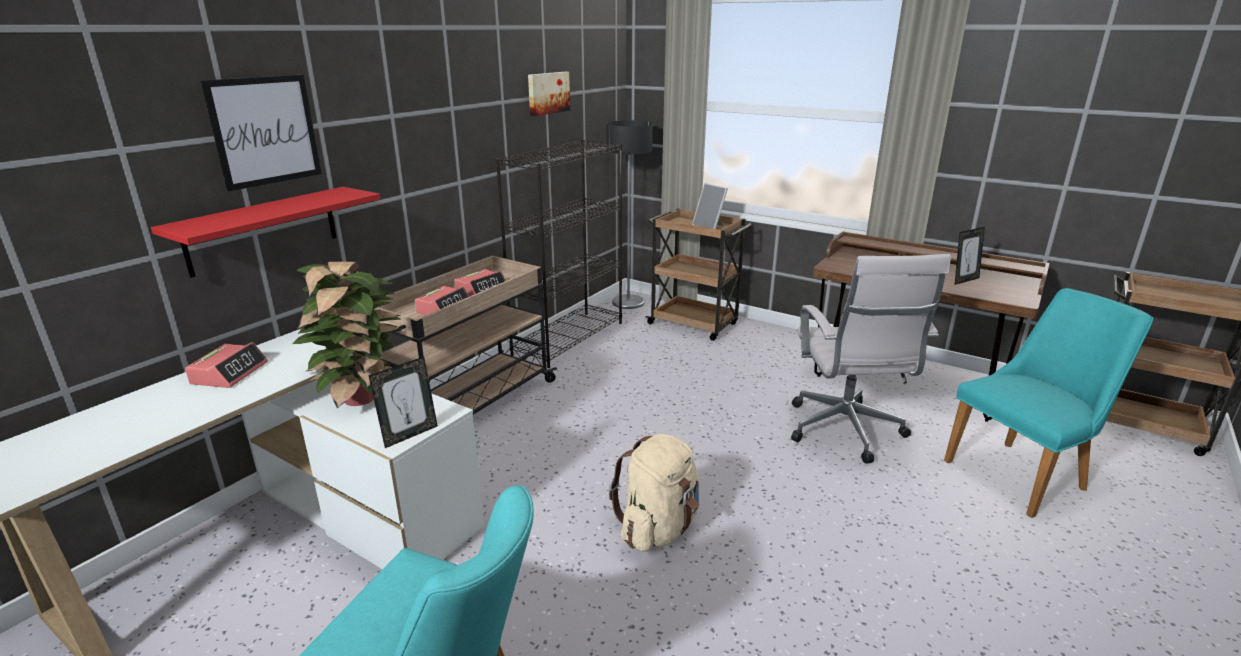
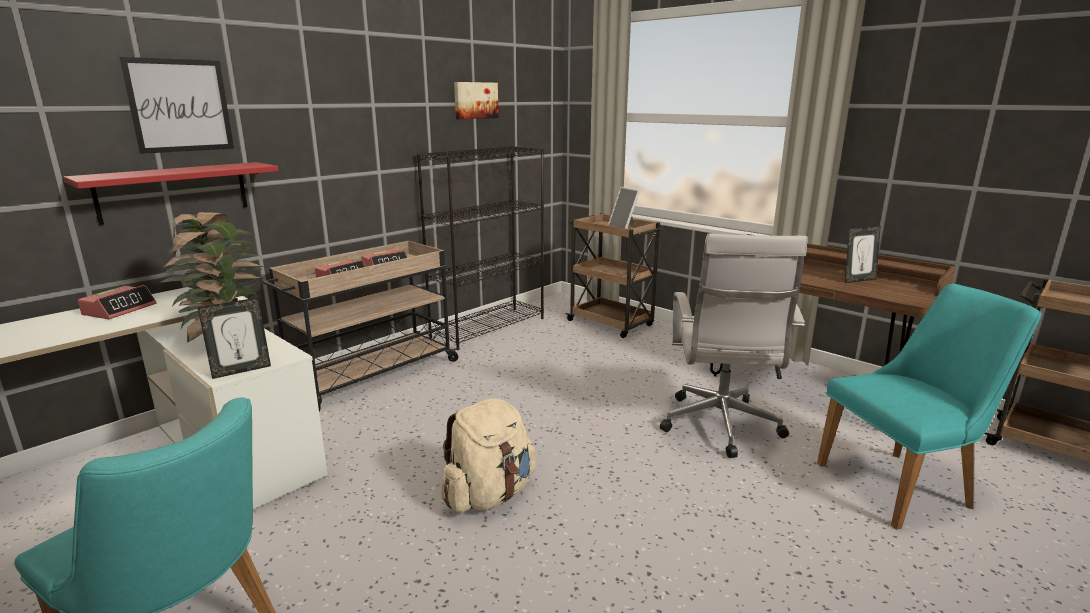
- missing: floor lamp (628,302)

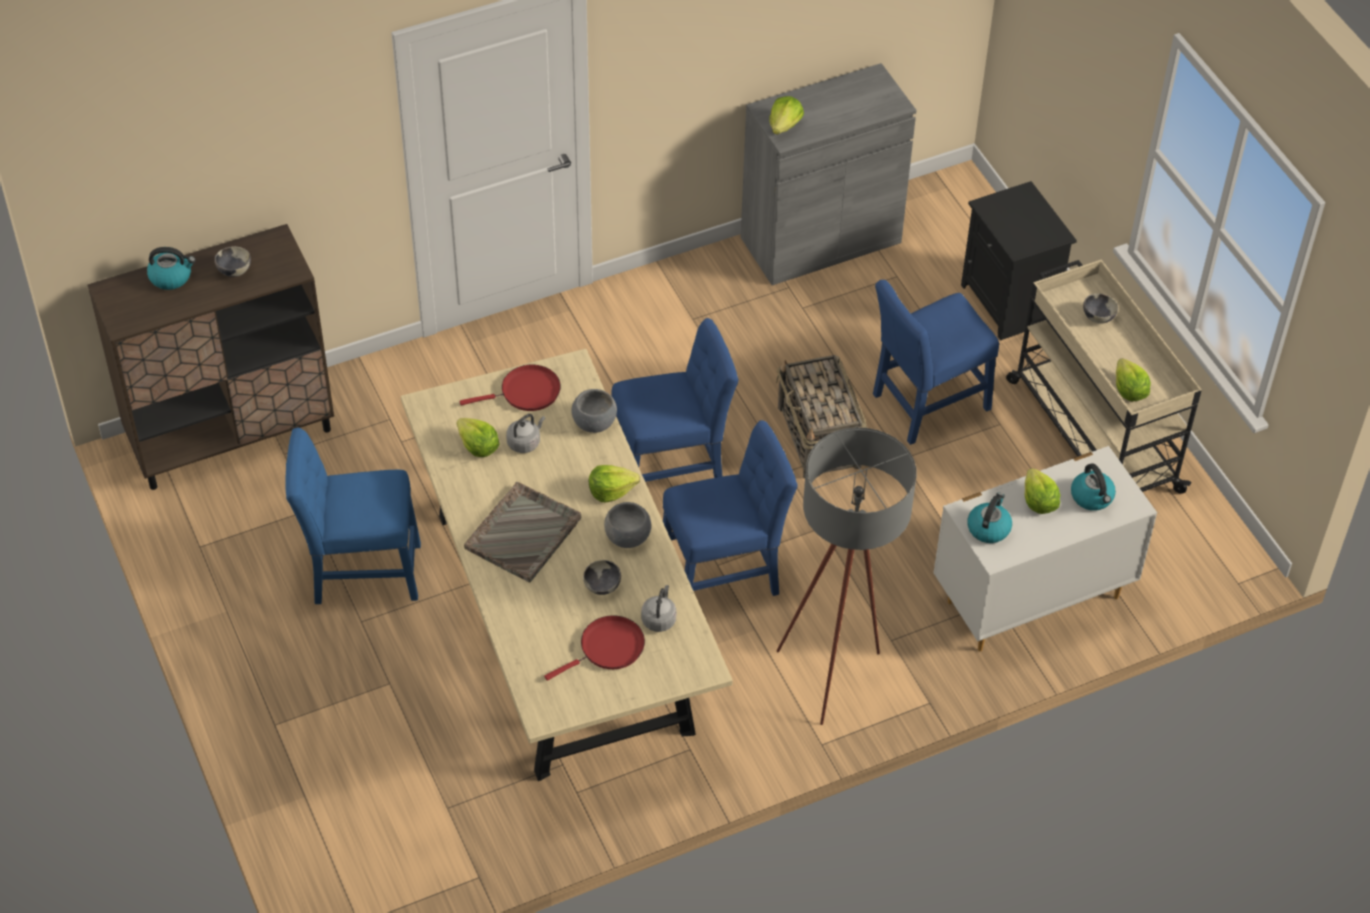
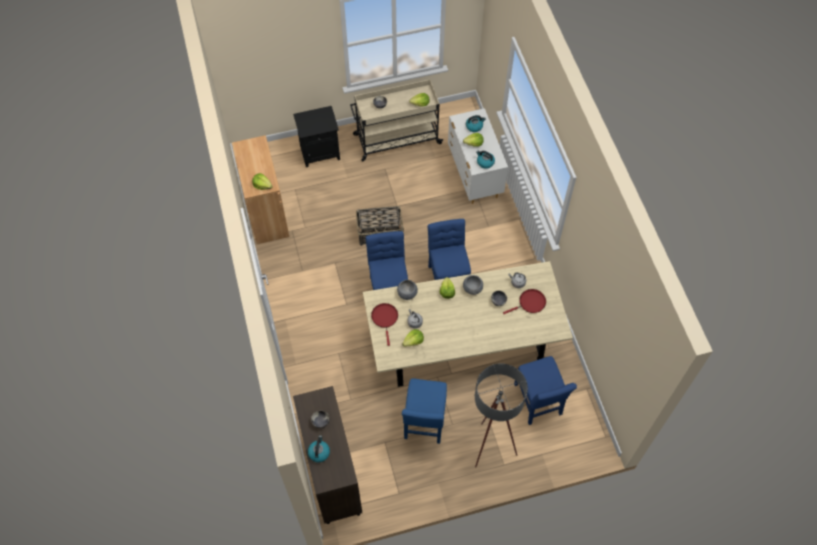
- missing: grey tray (524,532)
- relocated: grey floor lamp (837,672) to (489,443)
- relocated: blue chair (926,405) to (538,402)
- colour: grey cabinet (820,240) to brown cabinet (266,213)
- spun: red frying pan (608,648) = (530,303) 90 degrees clockwise

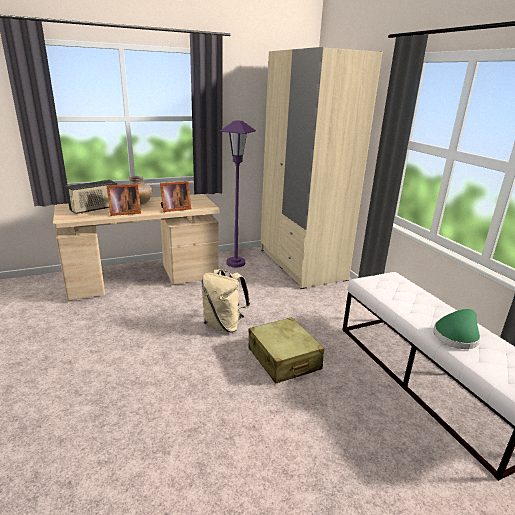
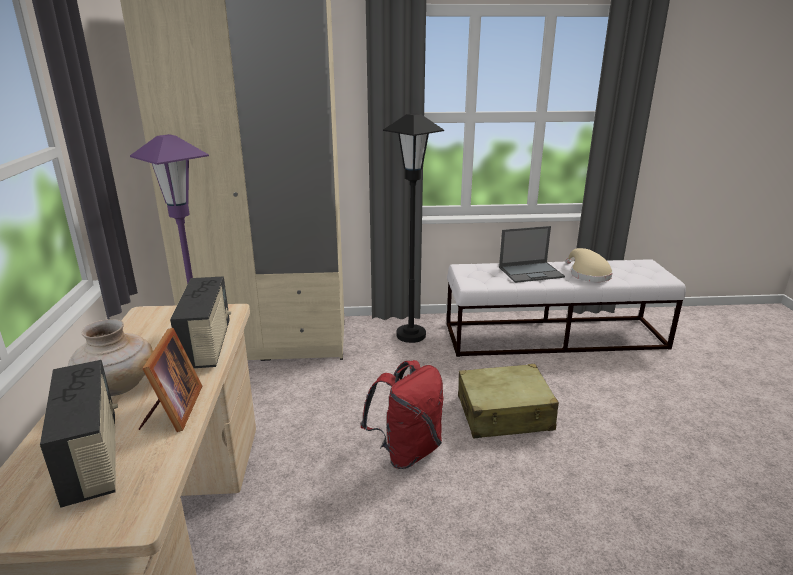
- appeared: black floor lamp (411,335)
- appeared: laptop (531,272)
- exchanged: picture frame (174,209) to radio (208,345)
- colour: beige backpack (224,325) to red backpack (407,451)
- colour: green hat (456,336) to beige hat (587,274)

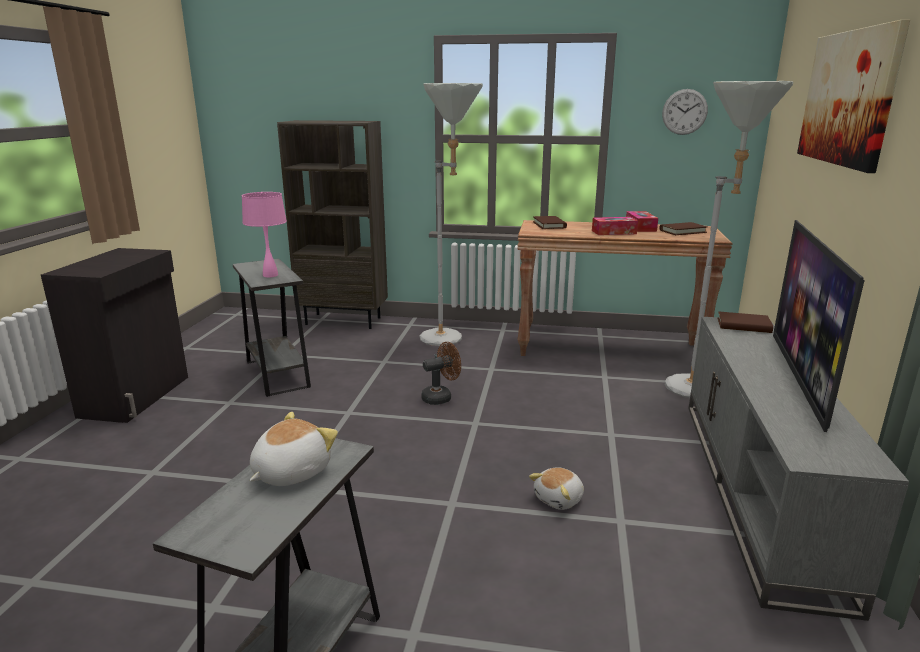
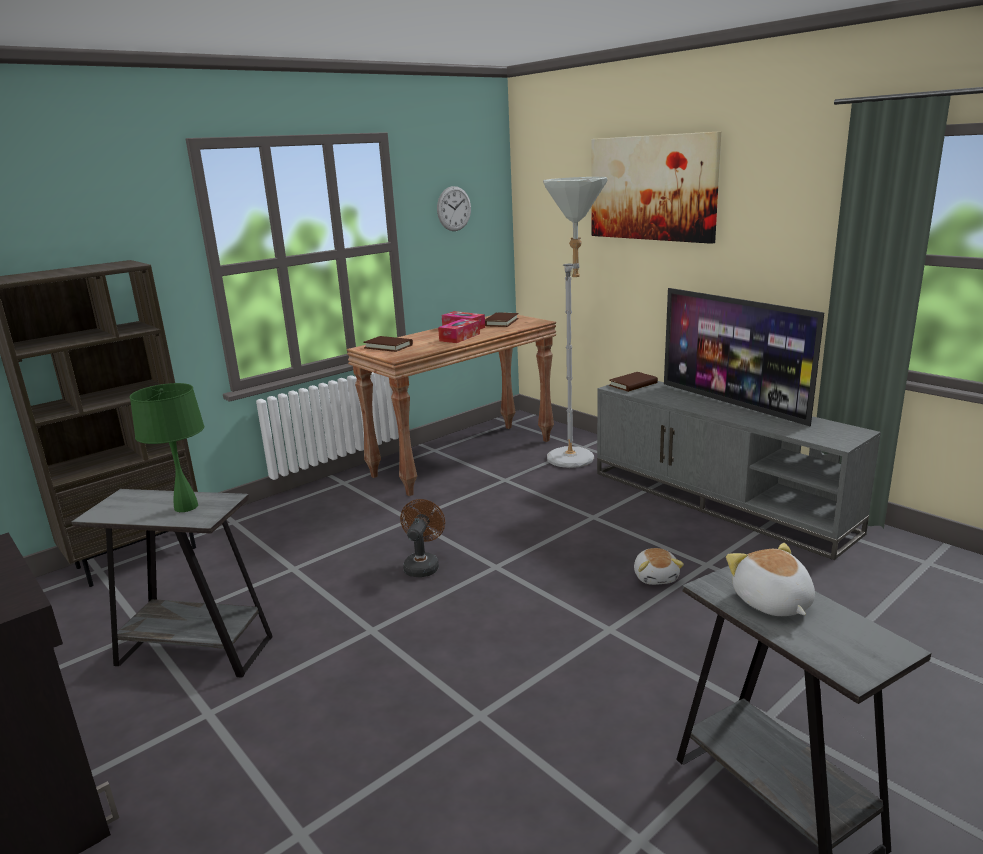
- missing: grey floor lamp (450,338)
- colour: pink table lamp (270,275) to green table lamp (185,507)

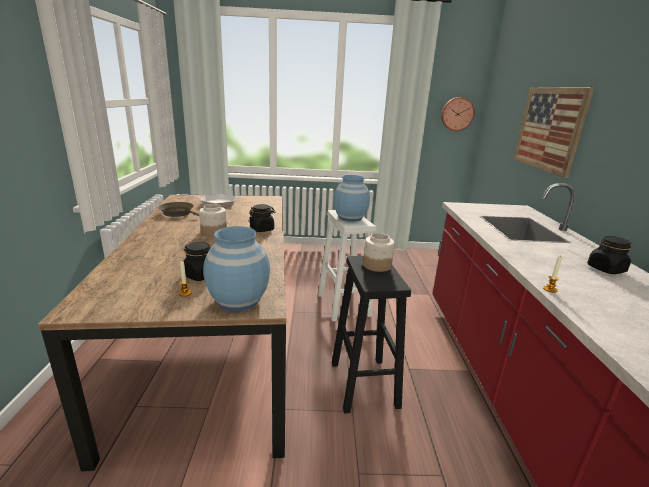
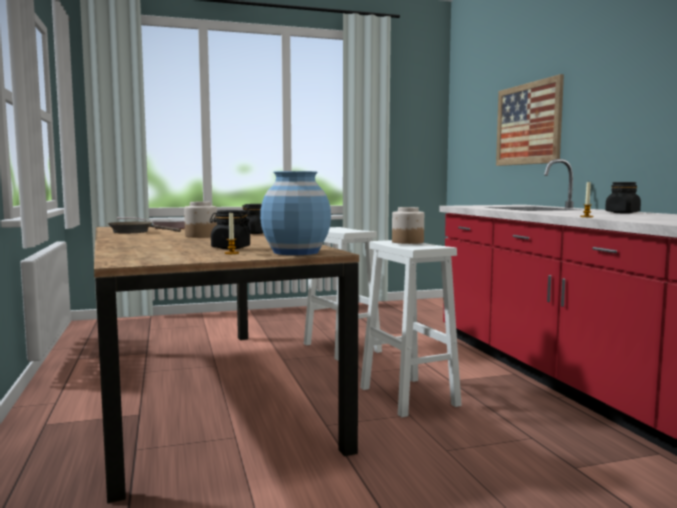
- missing: blue vase (350,217)
- missing: wall clock (457,114)
- colour: black stool (364,385) to white stool (410,397)

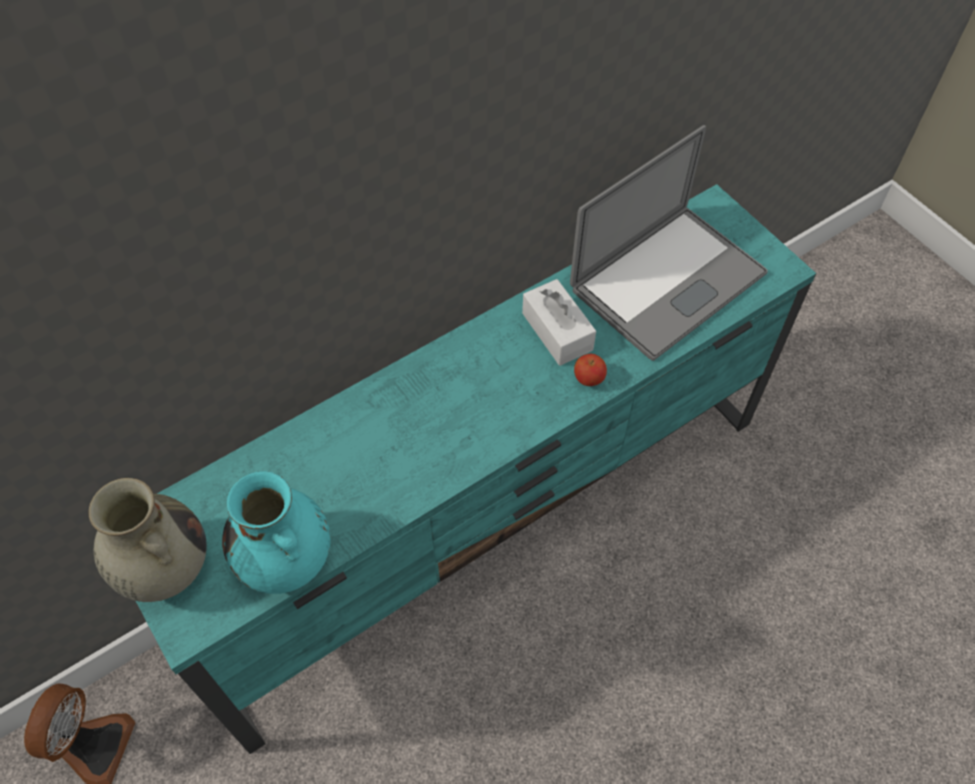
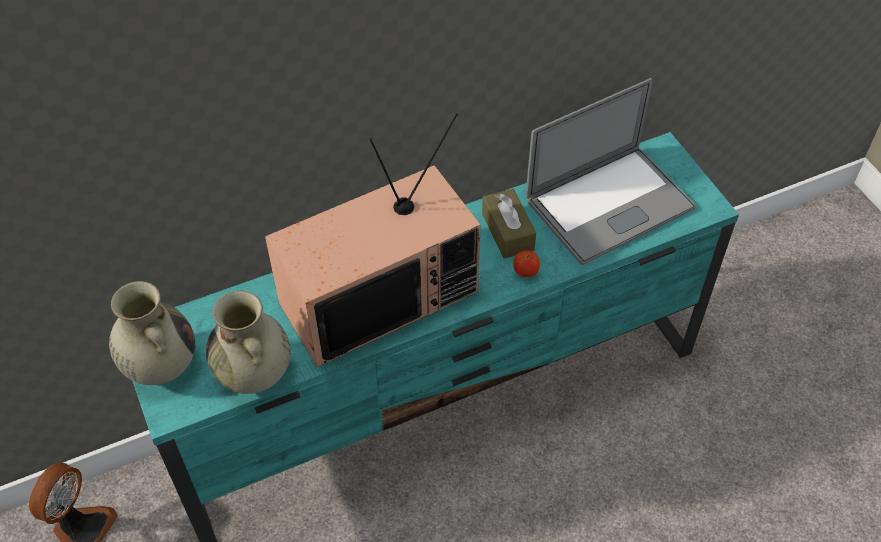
- appeared: television (379,294)
- colour: turquoise vase (286,561) to beige vase (255,374)
- colour: white tissue box (557,331) to brown tissue box (507,232)

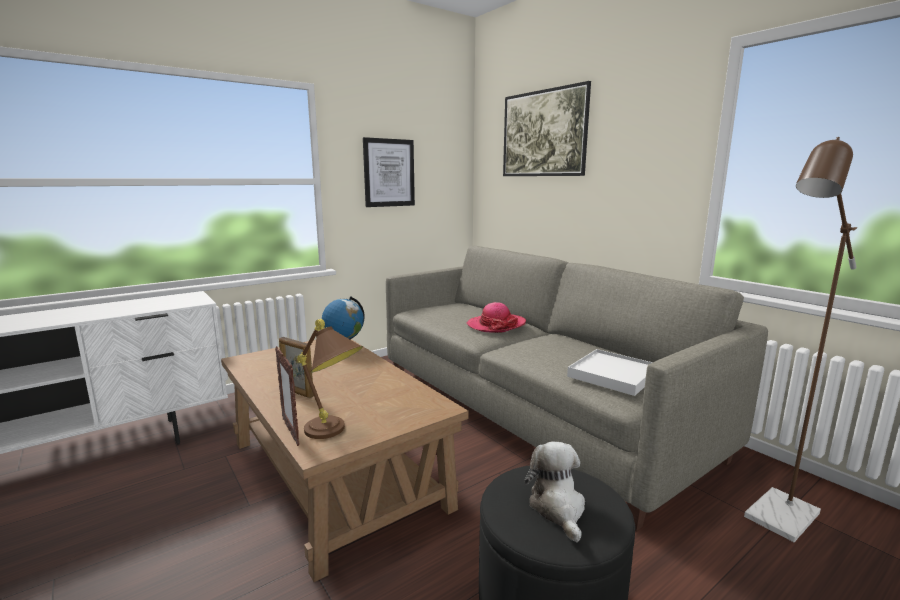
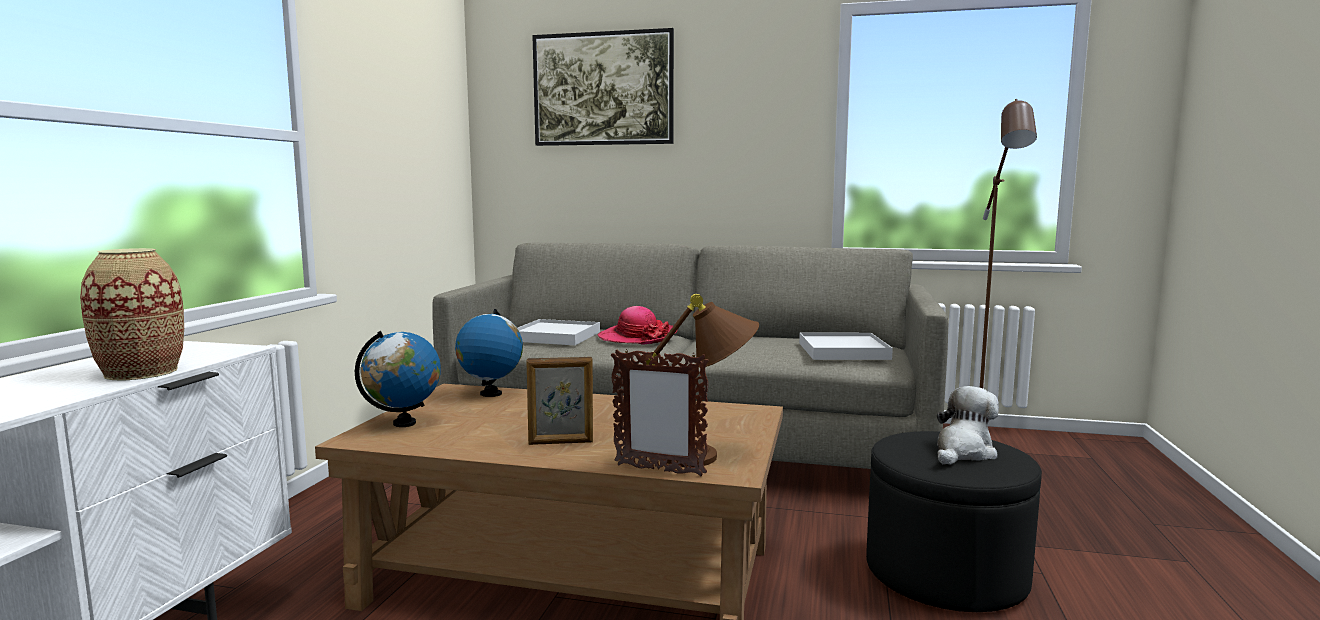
- missing: picture (389,173)
- appeared: vase (141,372)
- appeared: globe (404,423)
- appeared: white tray (556,336)
- spun: plush toy (558,508) = (963,452) 90 degrees clockwise

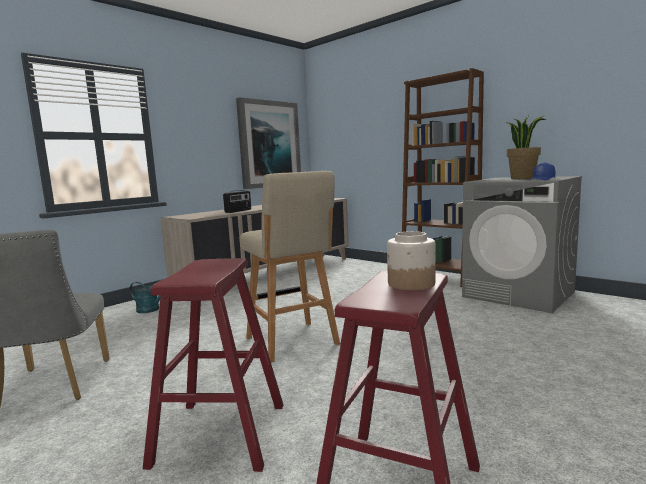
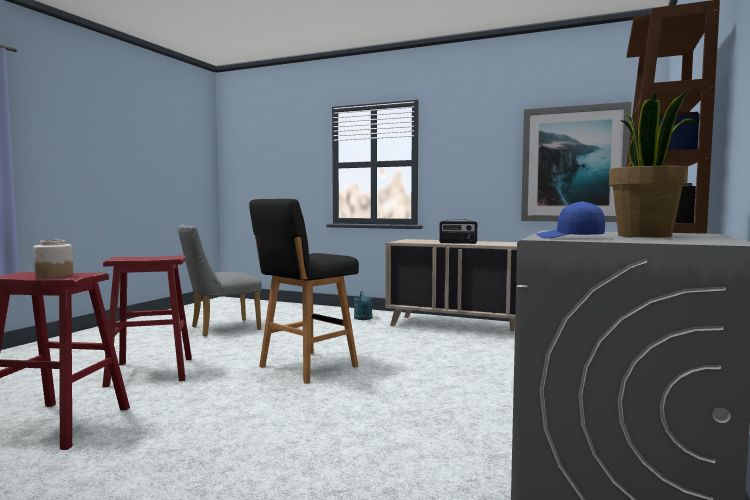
- colour: beige stool (293,342) to black stool (305,367)

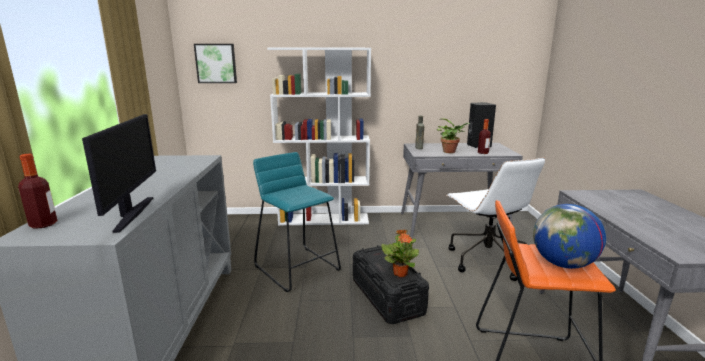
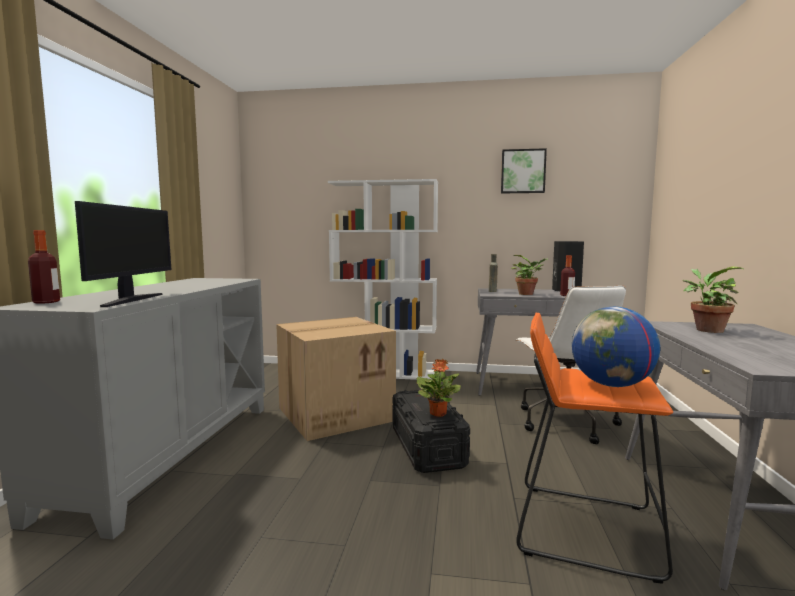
- appeared: potted plant (706,330)
- relocated: picture (216,63) to (523,171)
- exchanged: turquoise stool (298,268) to cardboard box (336,413)

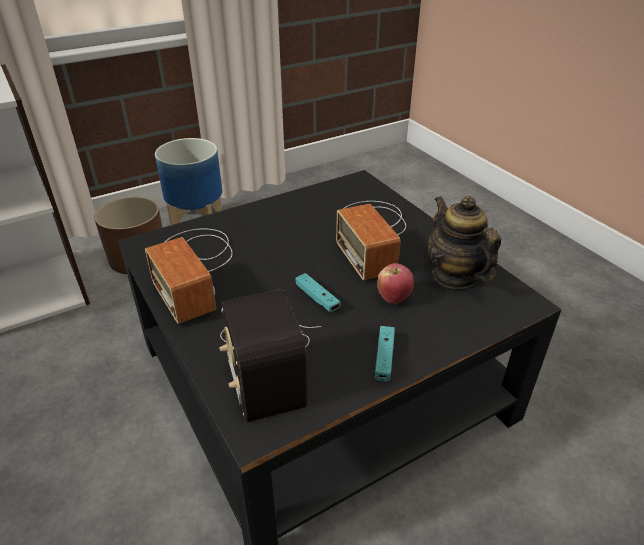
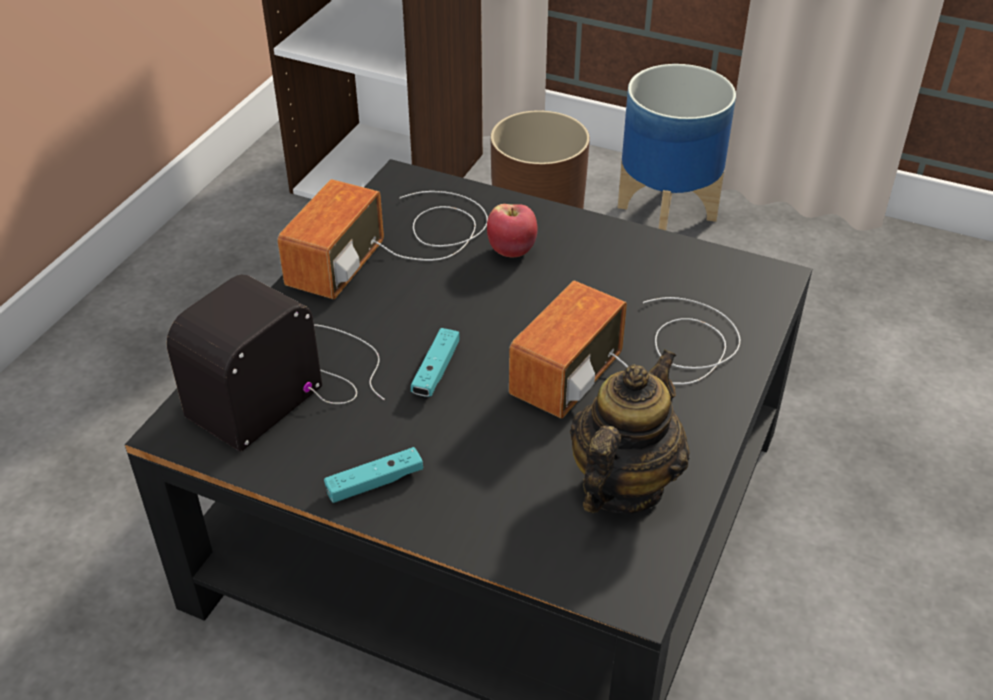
- relocated: apple (393,298) to (512,251)

